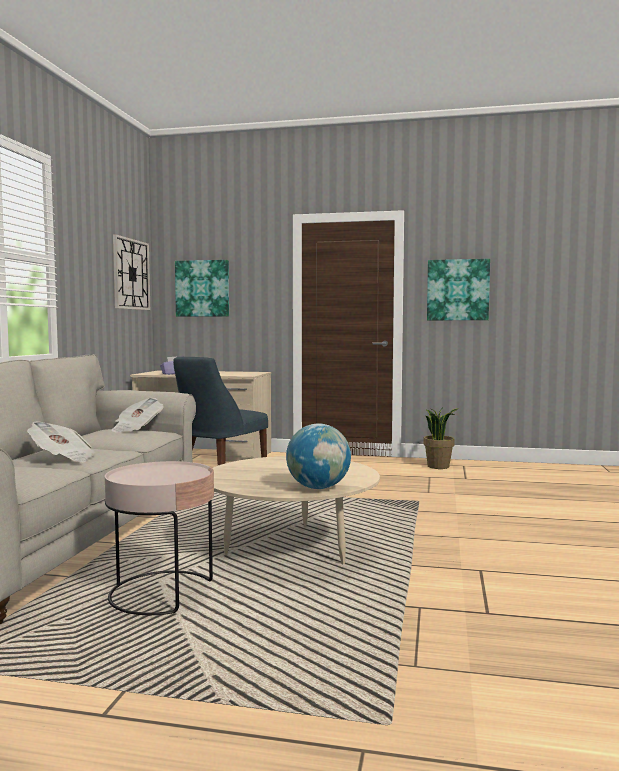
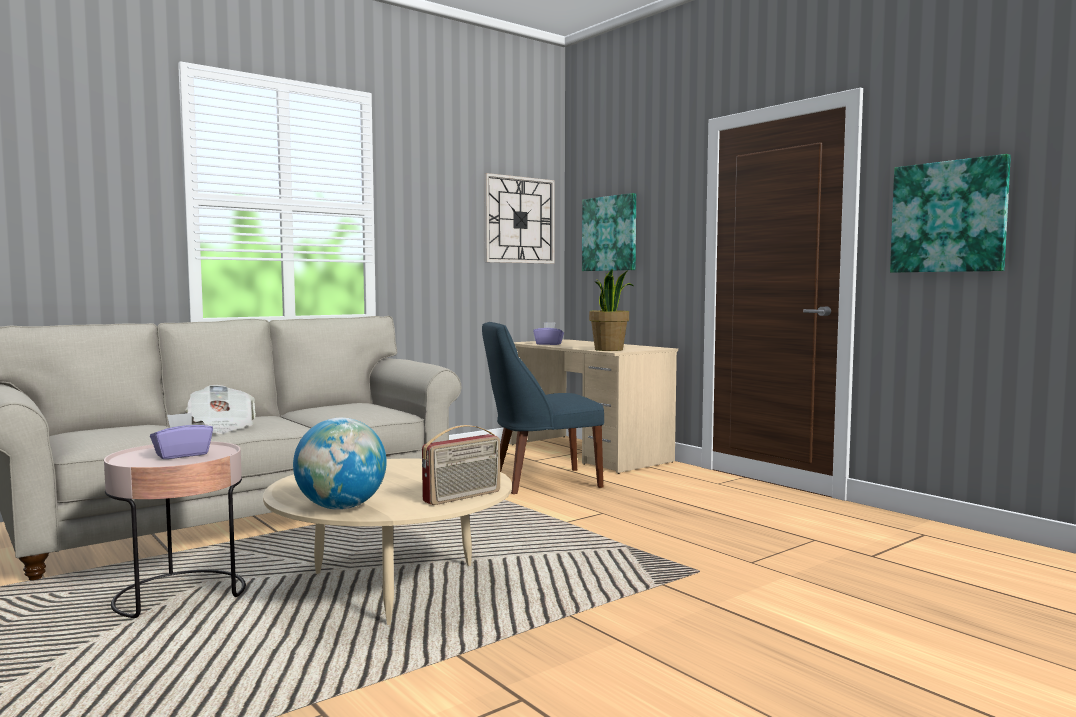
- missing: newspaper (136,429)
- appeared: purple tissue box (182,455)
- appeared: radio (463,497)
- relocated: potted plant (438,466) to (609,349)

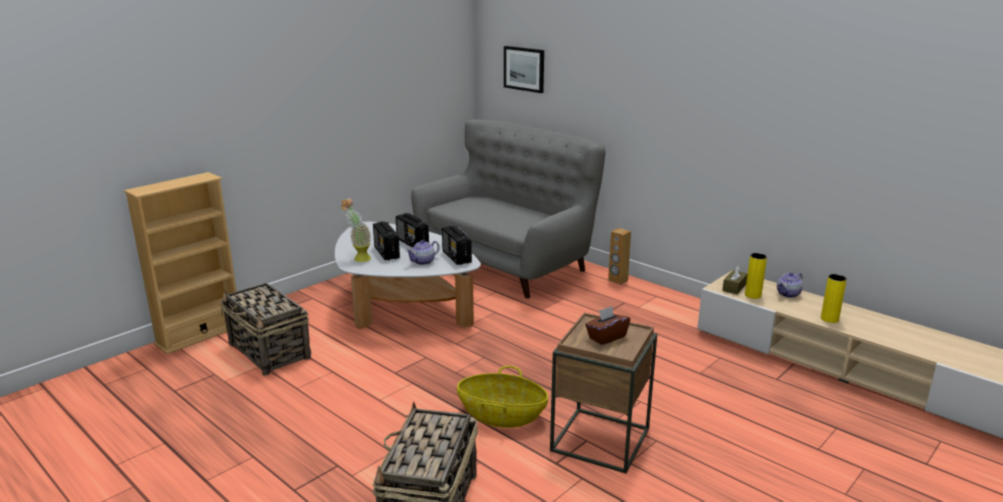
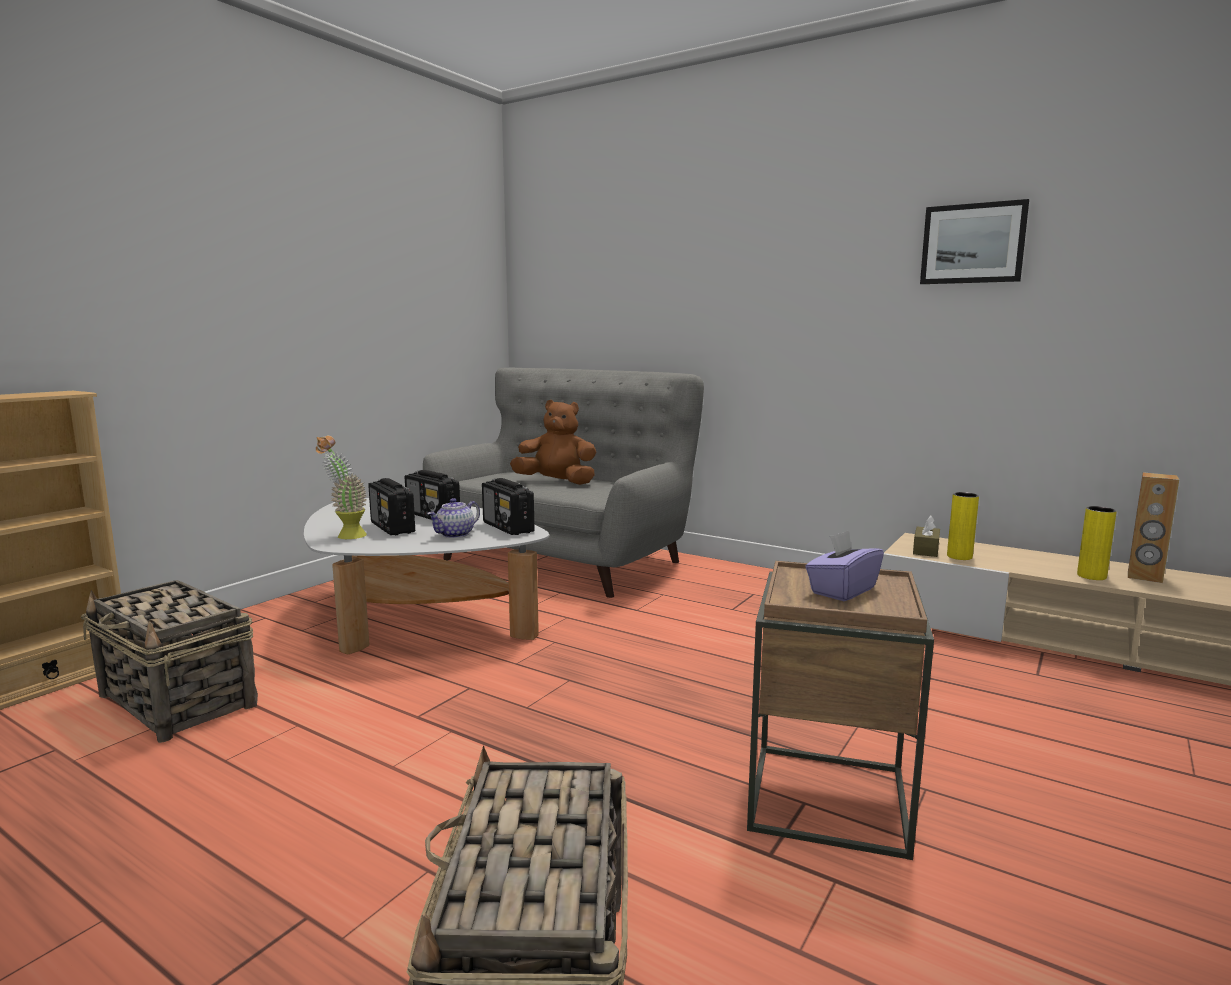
- missing: basket (501,415)
- missing: teapot (788,294)
- appeared: brown plush toy (557,483)
- relocated: picture (524,69) to (973,243)
- relocated: brown speaker (617,280) to (1144,577)
- colour: brown tissue box (606,337) to purple tissue box (842,590)

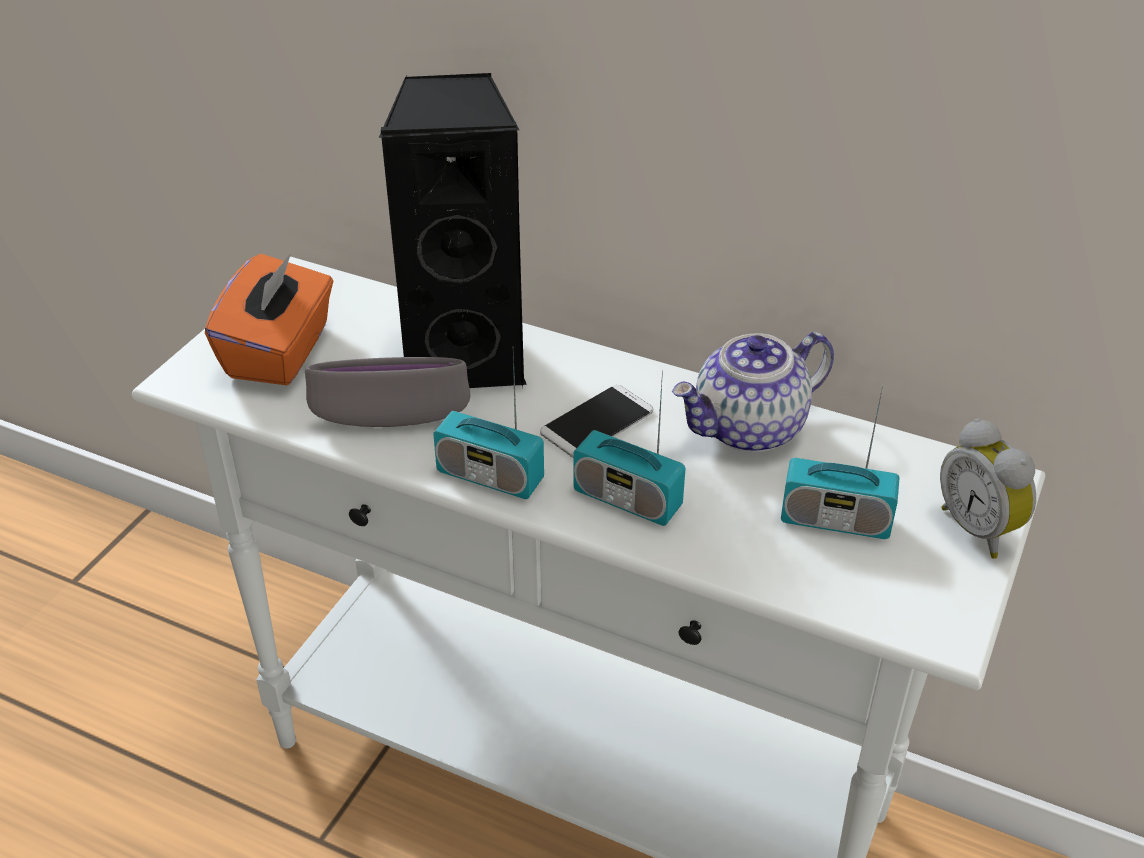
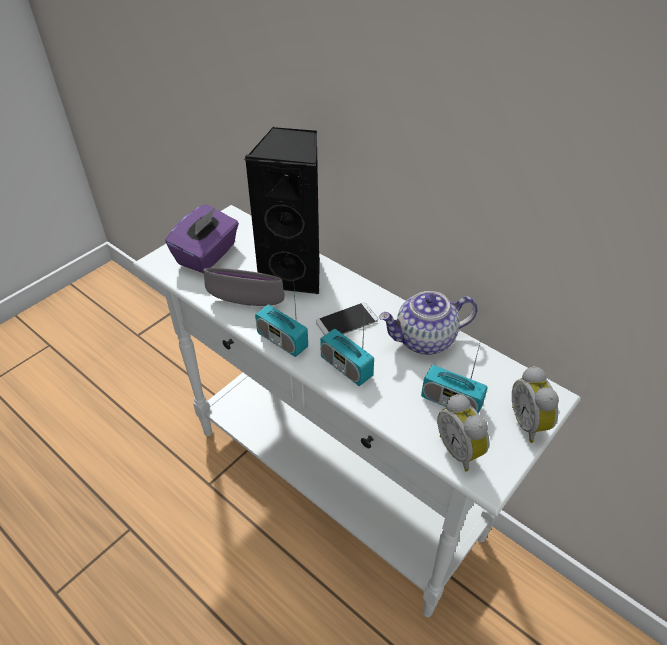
- appeared: alarm clock (460,450)
- colour: orange tissue box (280,352) to purple tissue box (207,255)

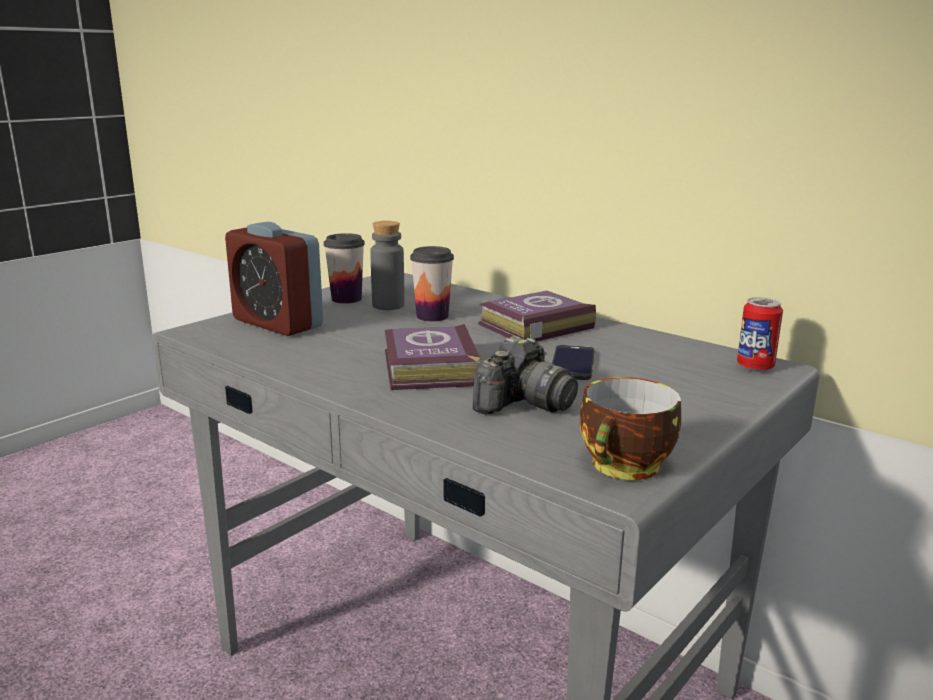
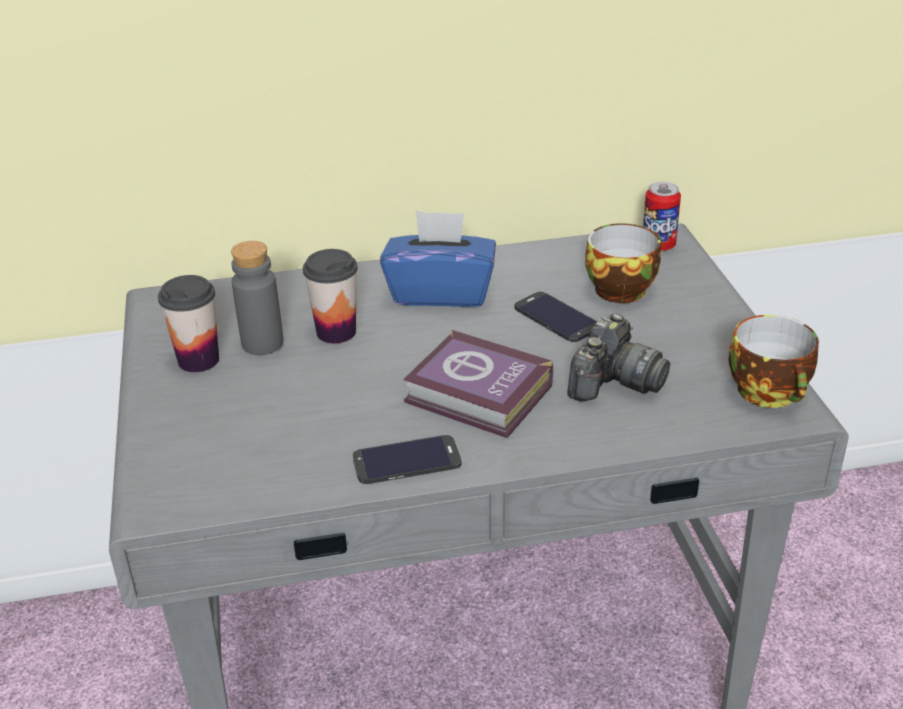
- missing: alarm clock (277,323)
- appeared: phone (407,461)
- appeared: cup (621,288)
- exchanged: book (532,326) to blue tissue box (441,292)
- spun: photo camera (523,403) = (614,382) 45 degrees clockwise

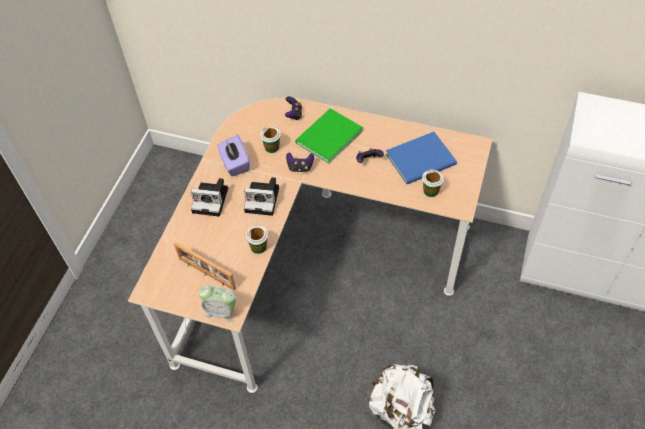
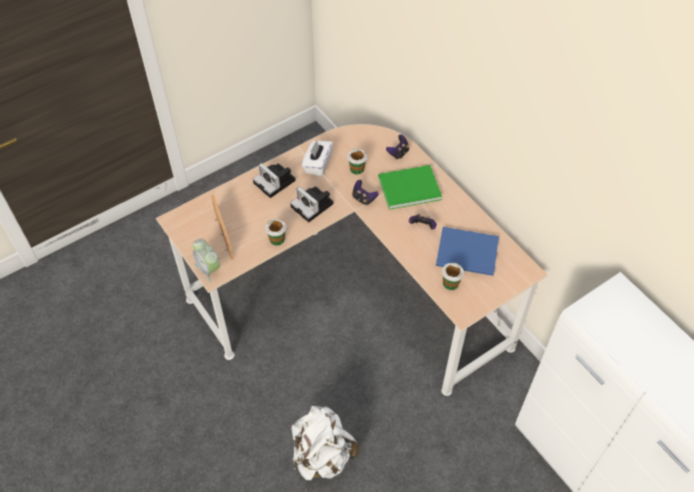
- colour: purple tissue box (235,163) to white tissue box (317,165)

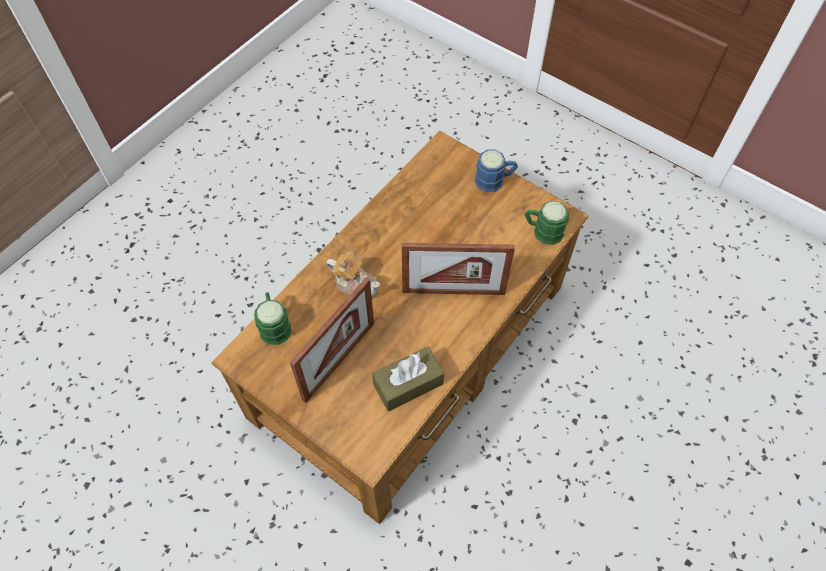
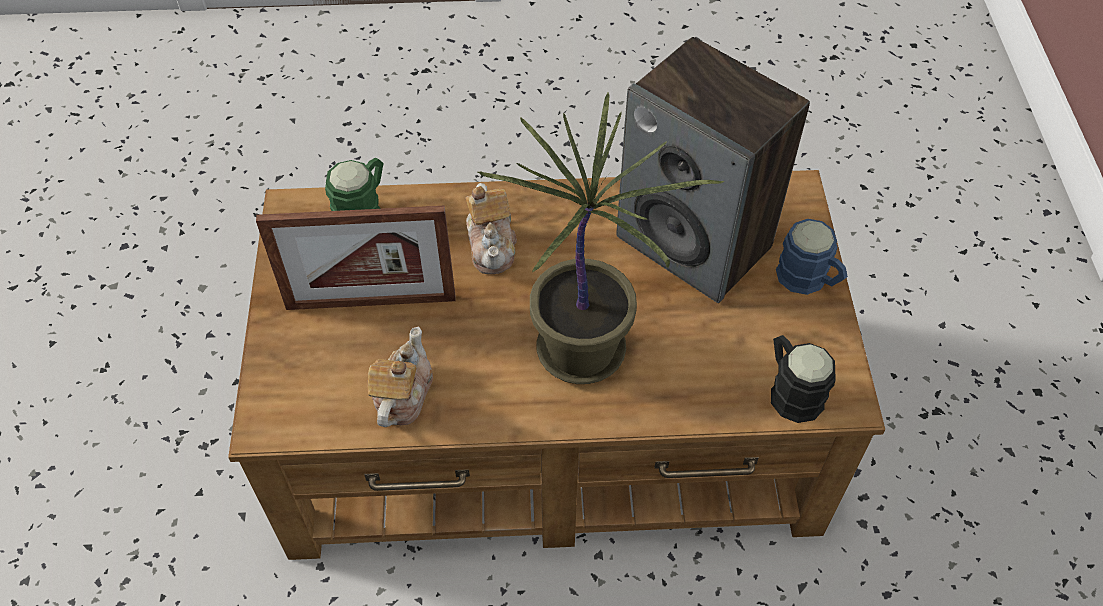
- appeared: speaker (695,242)
- exchanged: brown tissue box (408,384) to teapot (402,395)
- exchanged: picture frame (453,292) to potted plant (585,352)
- colour: green mug (542,231) to black mug (790,390)

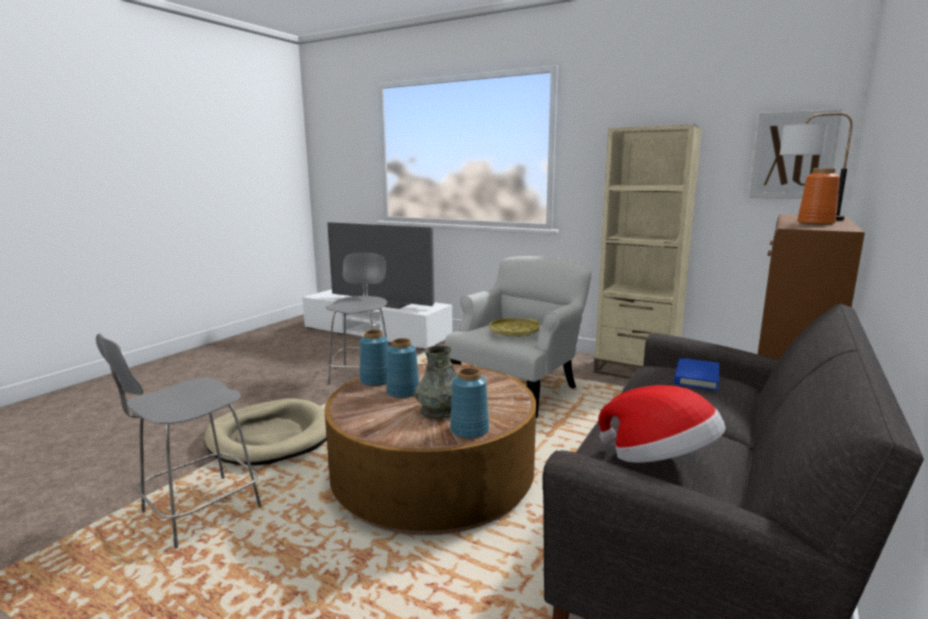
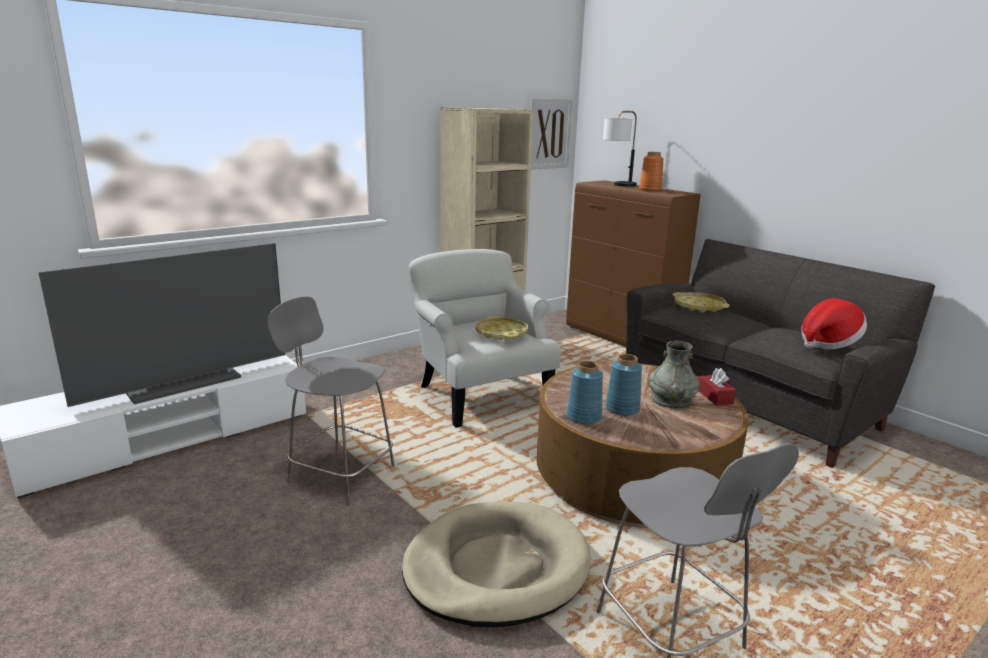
- exchanged: blue vase (469,430) to red tissue box (715,397)
- exchanged: blue book (696,377) to yellow tray (699,306)

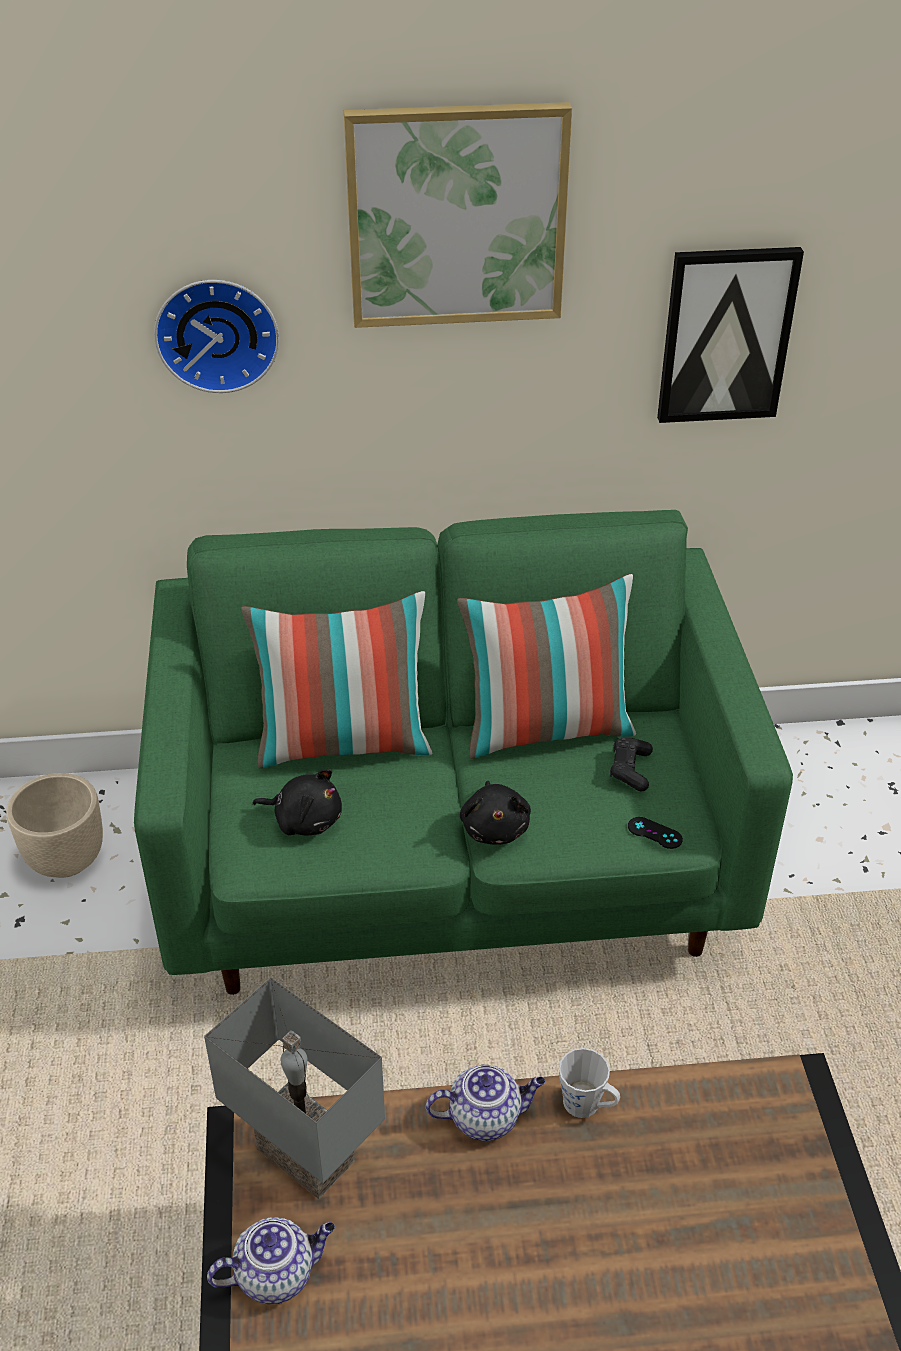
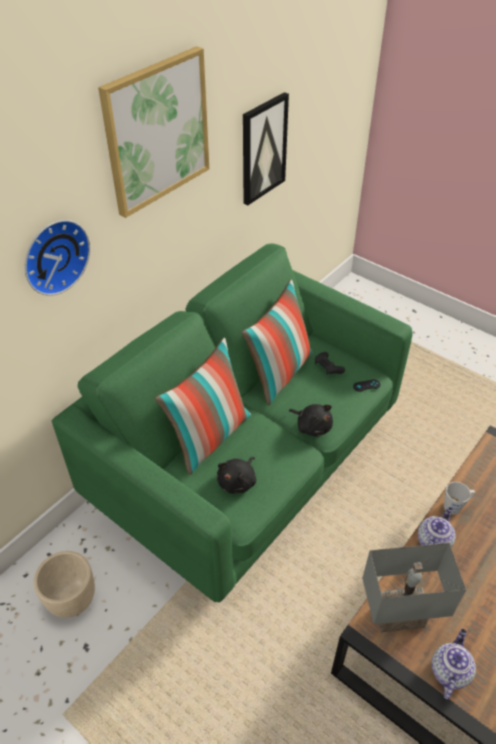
- spun: black plush toy (305,820) = (238,481) 150 degrees clockwise

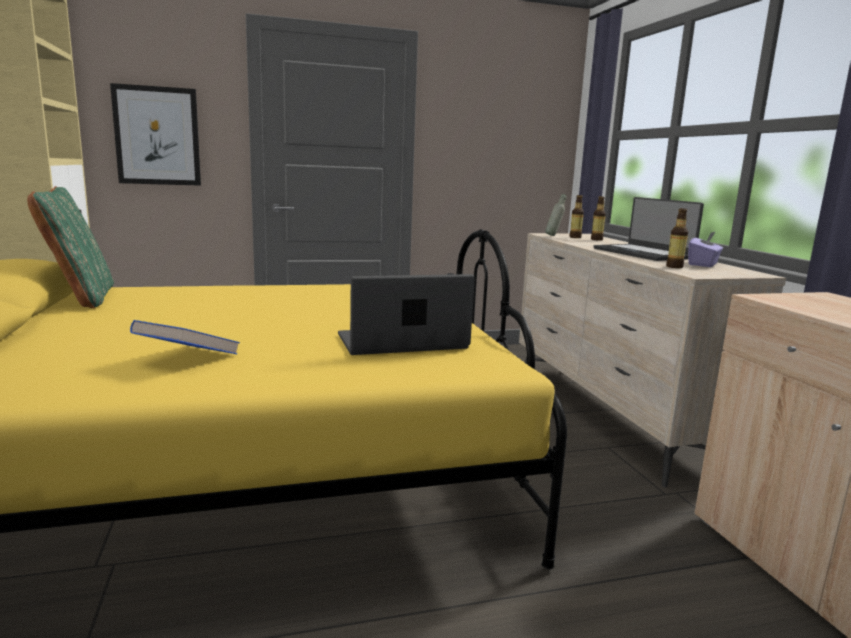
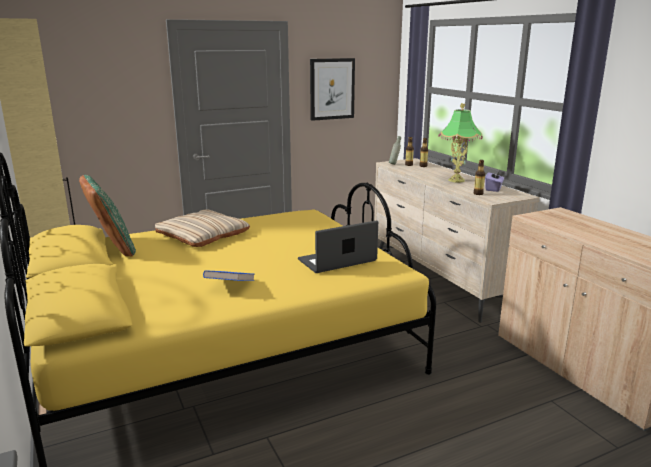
- appeared: beige pillow (203,234)
- relocated: picture (157,136) to (332,89)
- exchanged: laptop (643,253) to table lamp (456,180)

